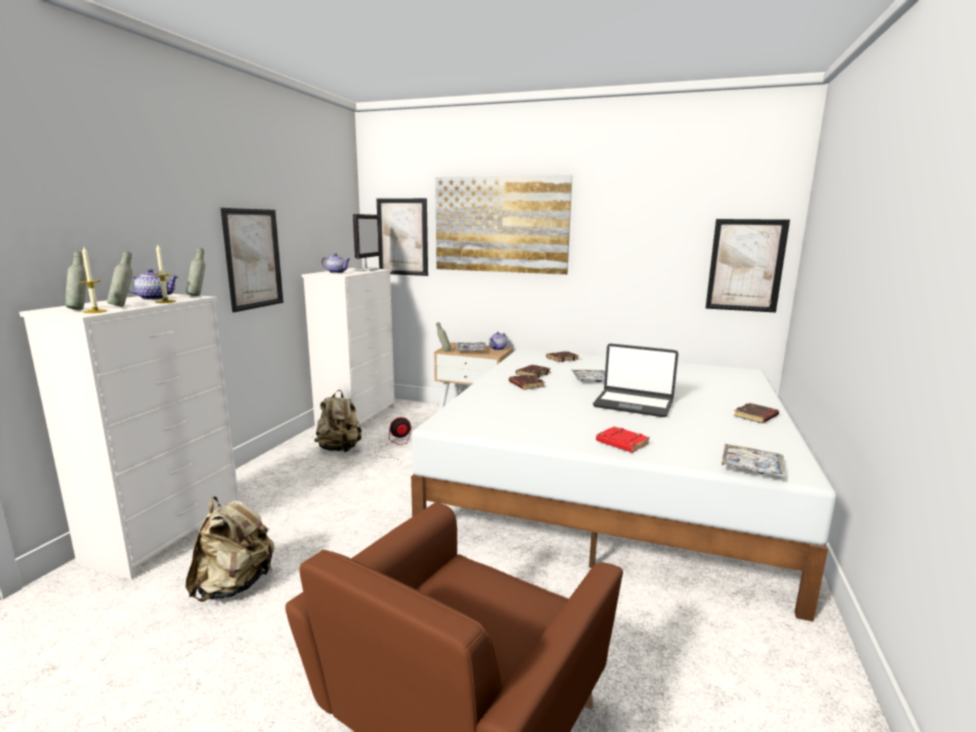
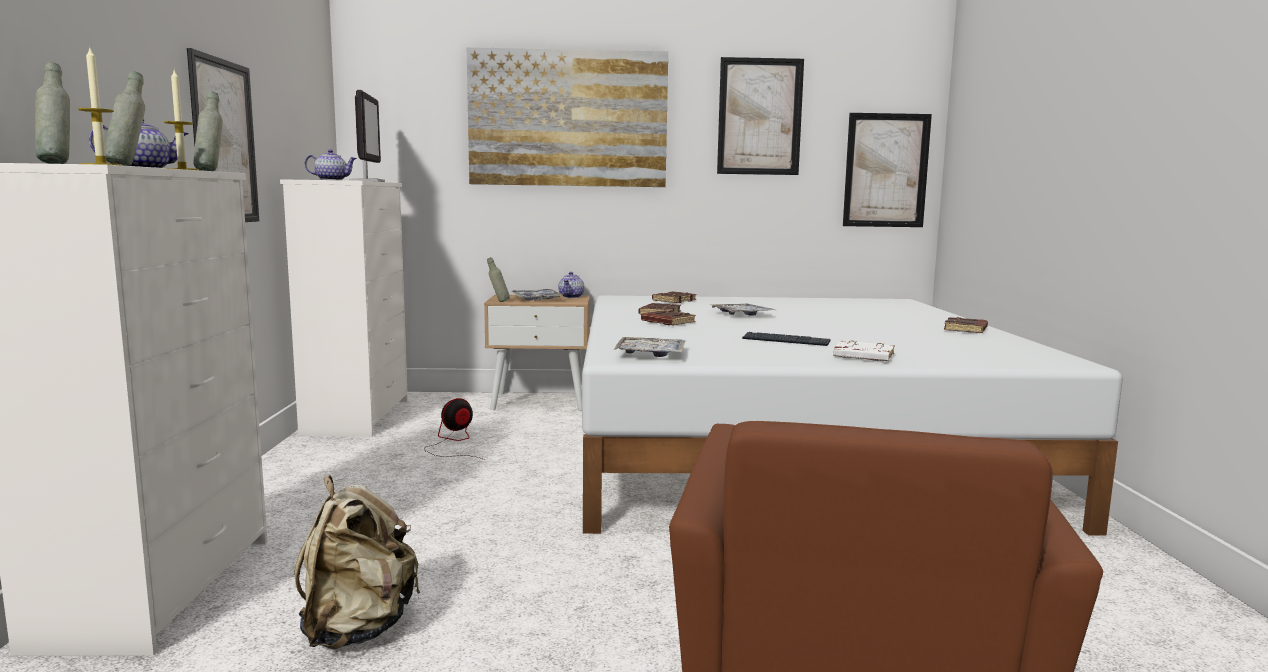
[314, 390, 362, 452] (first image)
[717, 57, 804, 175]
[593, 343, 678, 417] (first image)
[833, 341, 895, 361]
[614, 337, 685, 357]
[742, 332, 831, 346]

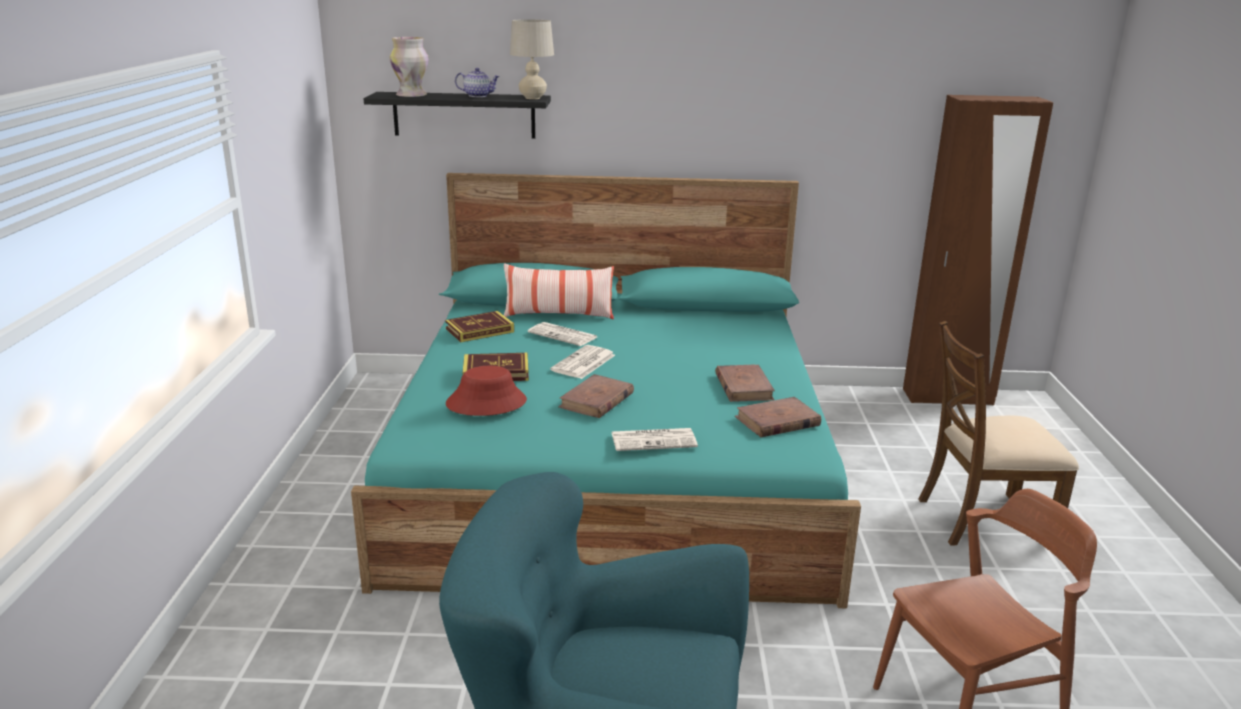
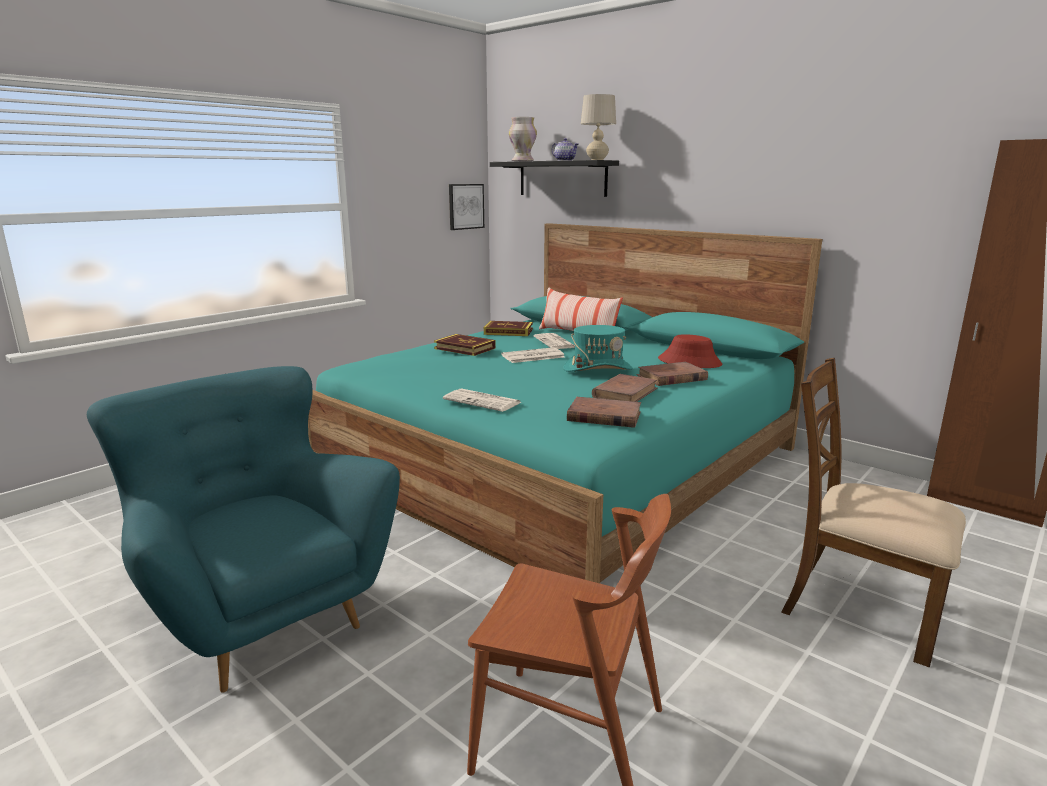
[658, 334, 722, 368]
[636, 362, 708, 386]
[449, 184, 484, 230]
[563, 325, 633, 372]

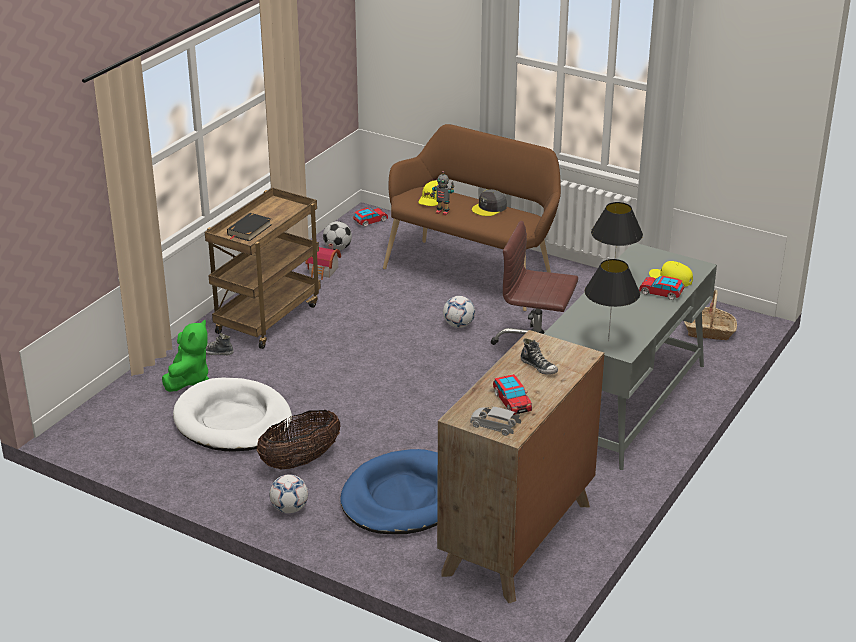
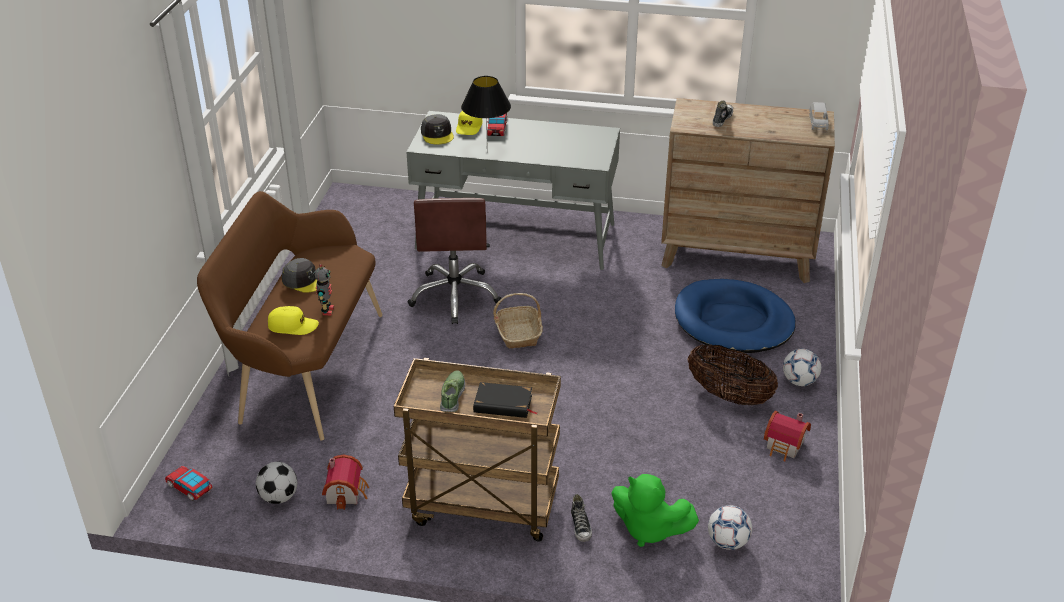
[611, 474, 699, 547]
[173, 378, 292, 452] (first image)
[708, 505, 752, 550]
[493, 374, 532, 415] (first image)
[585, 259, 640, 341] (first image)
[493, 293, 543, 348]
[421, 114, 454, 144]
[440, 371, 465, 412]
[764, 411, 811, 461]

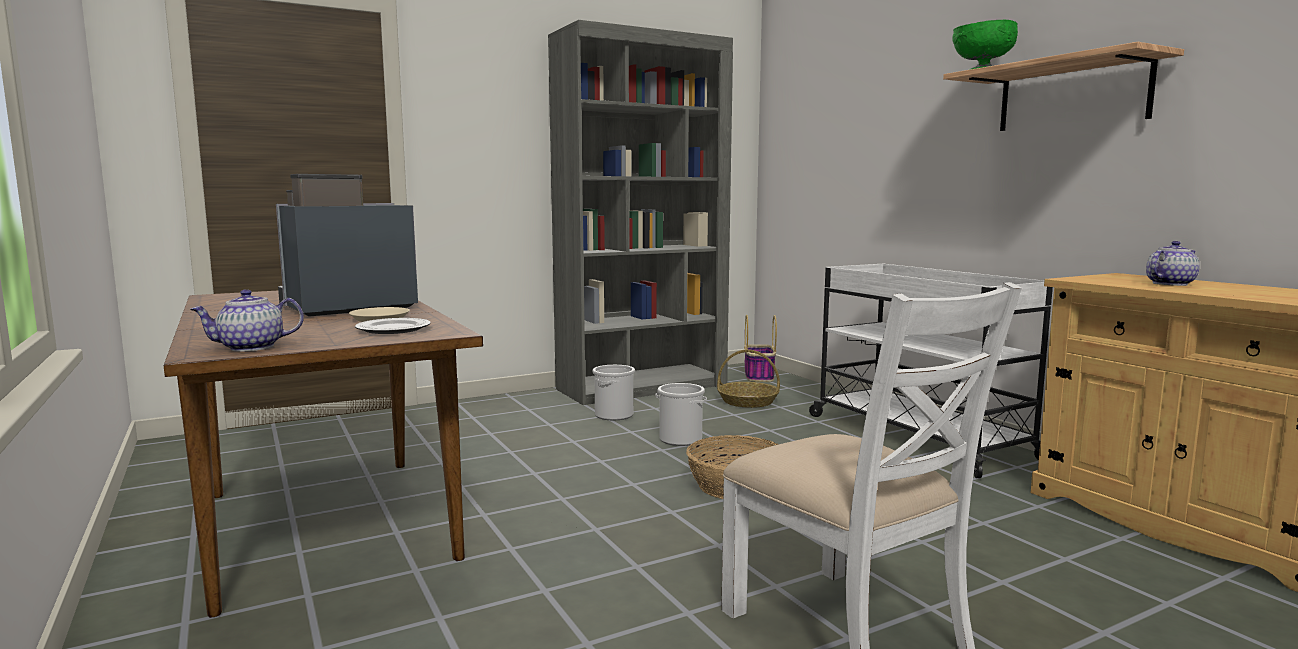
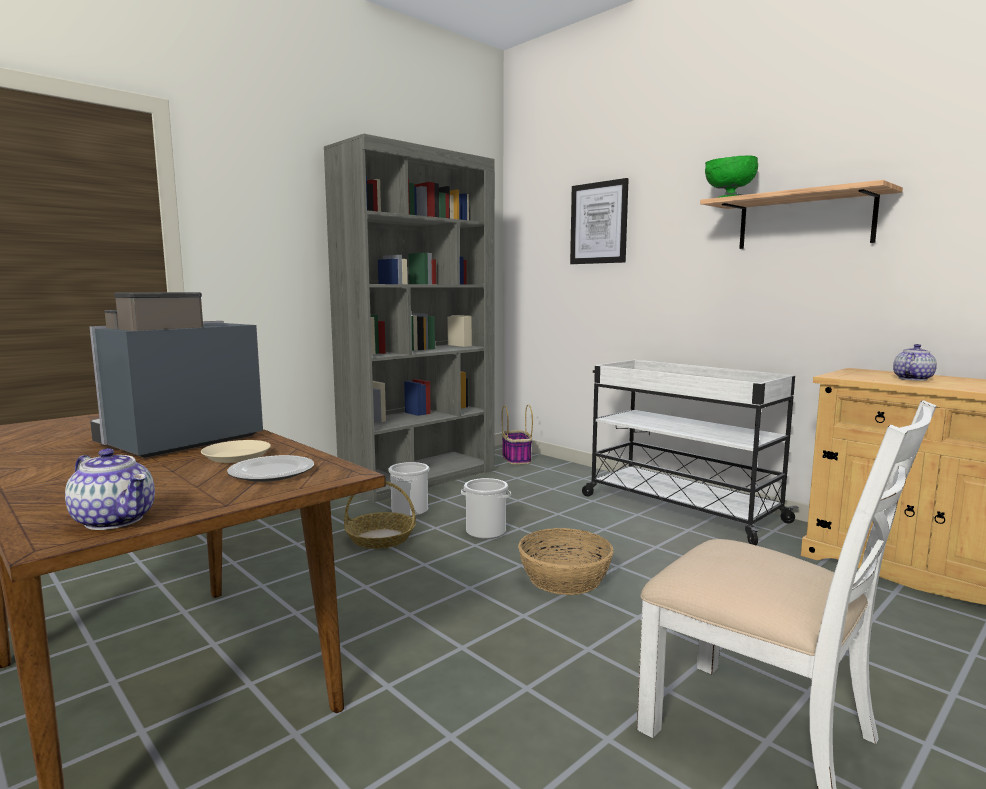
[65, 448, 155, 530]
[344, 481, 416, 549]
[570, 178, 629, 264]

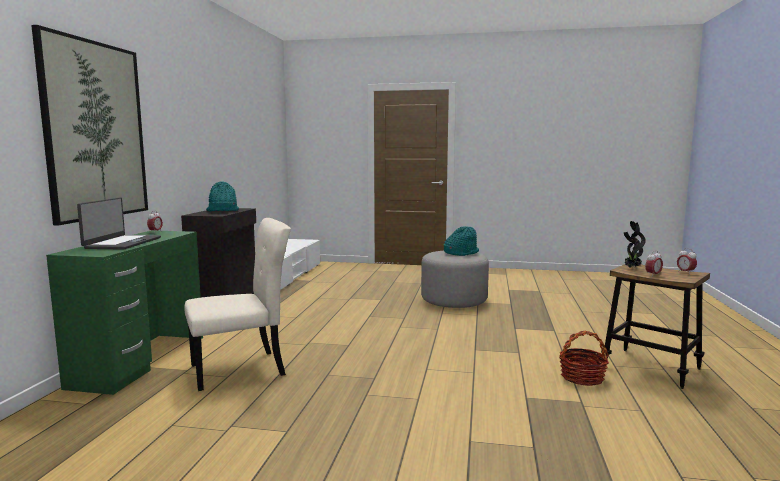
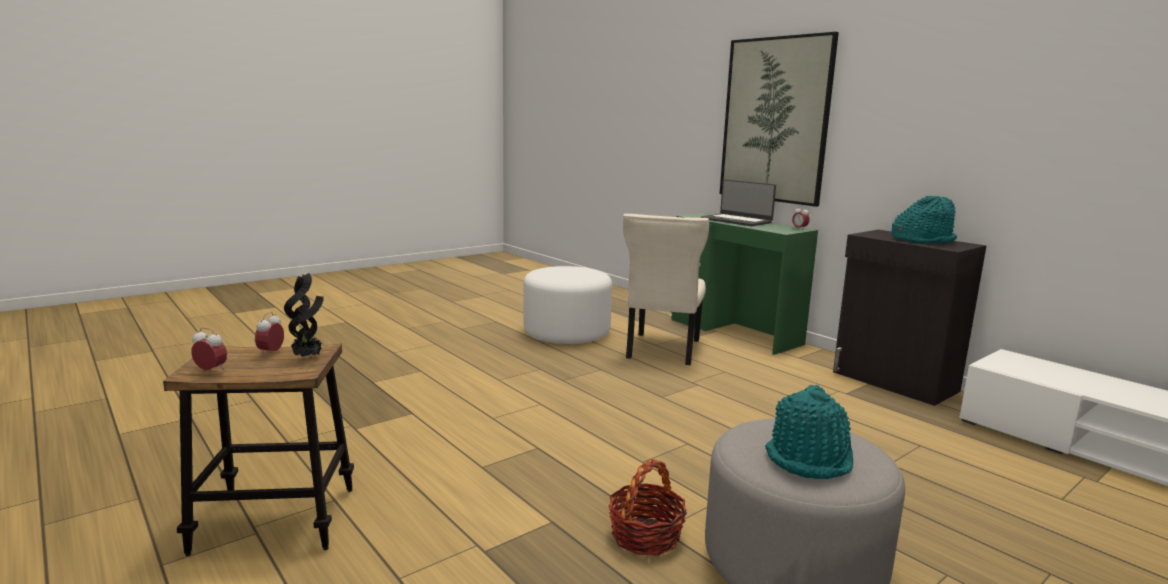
[608, 459, 687, 556]
[523, 266, 612, 344]

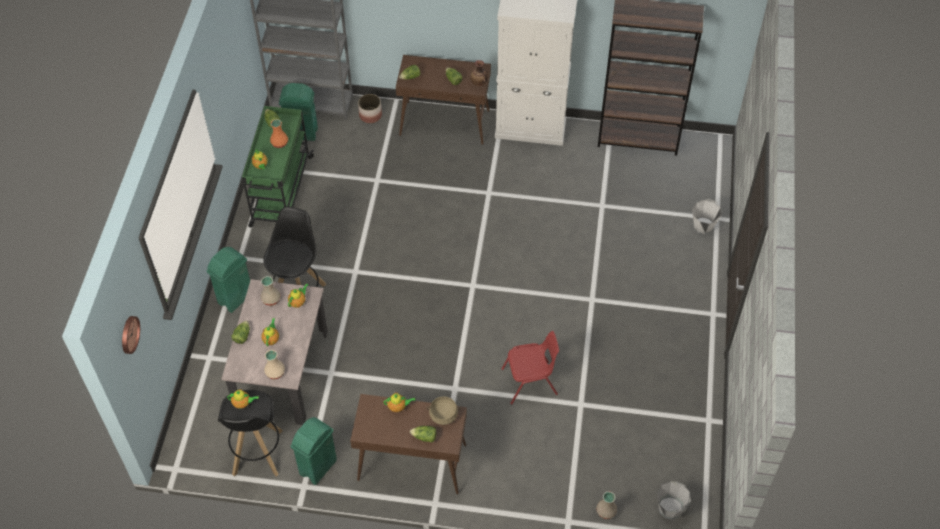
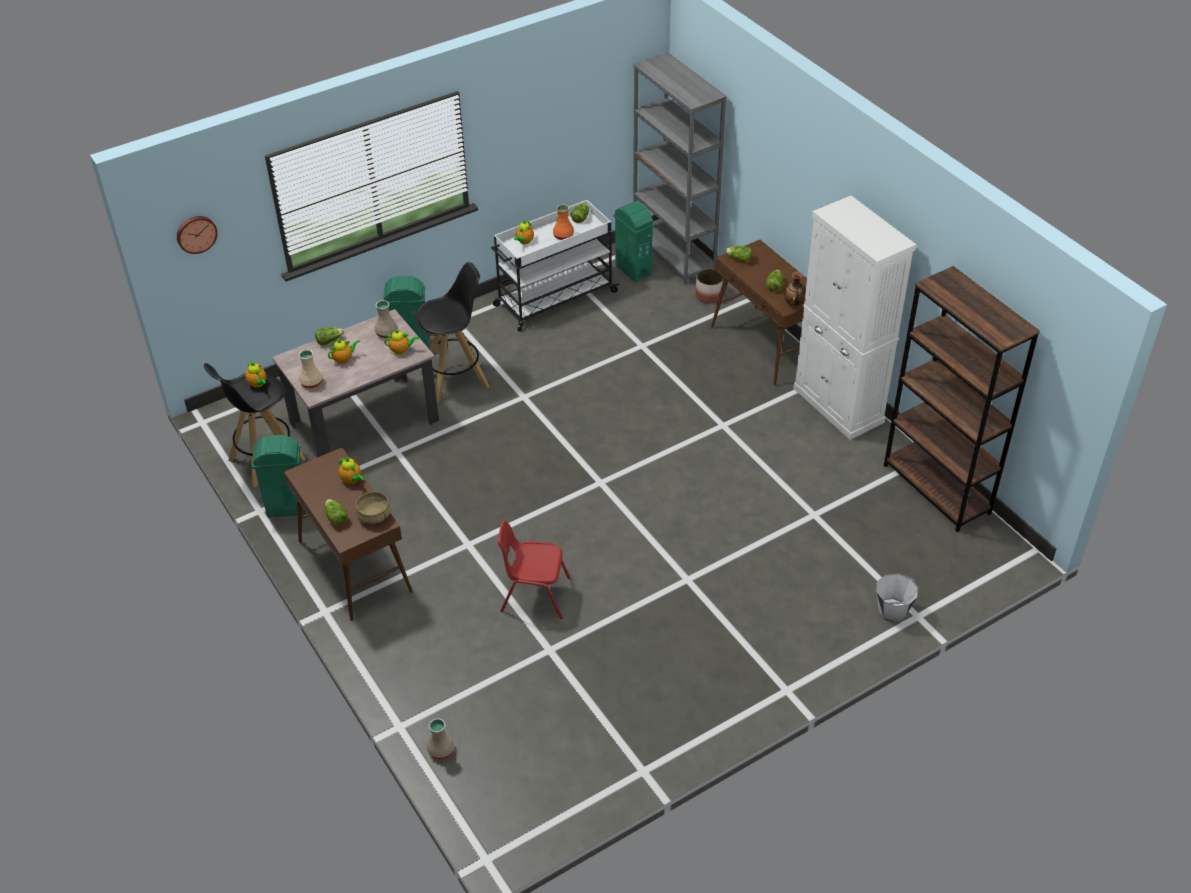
[491, 200, 619, 332]
[498, 520, 570, 619]
[657, 481, 691, 520] (first image)

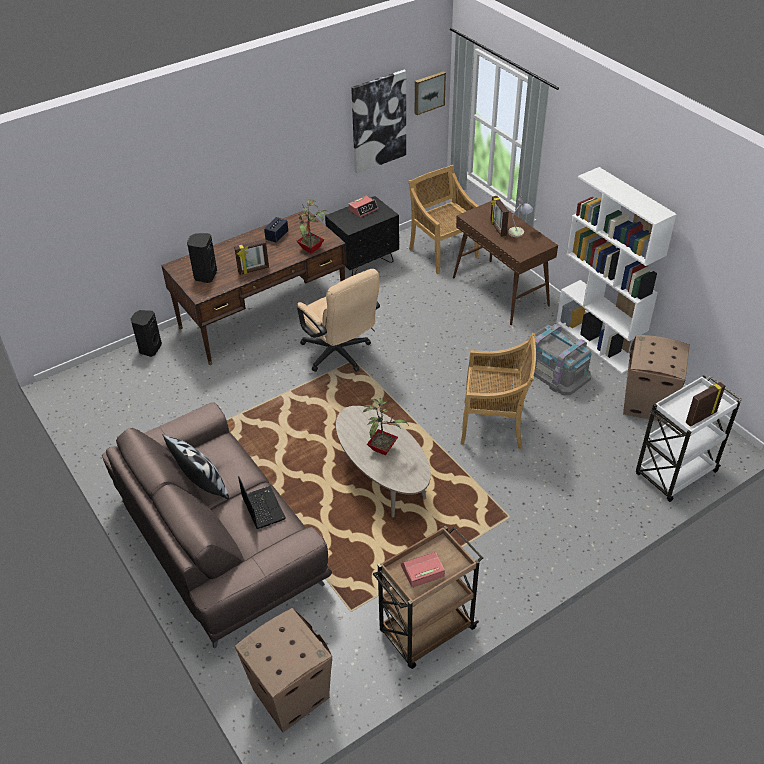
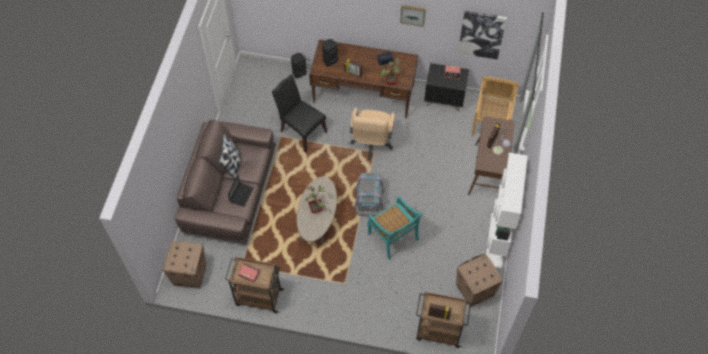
[400, 5, 426, 27]
[368, 196, 423, 260]
[355, 173, 384, 217]
[416, 292, 471, 348]
[272, 75, 327, 153]

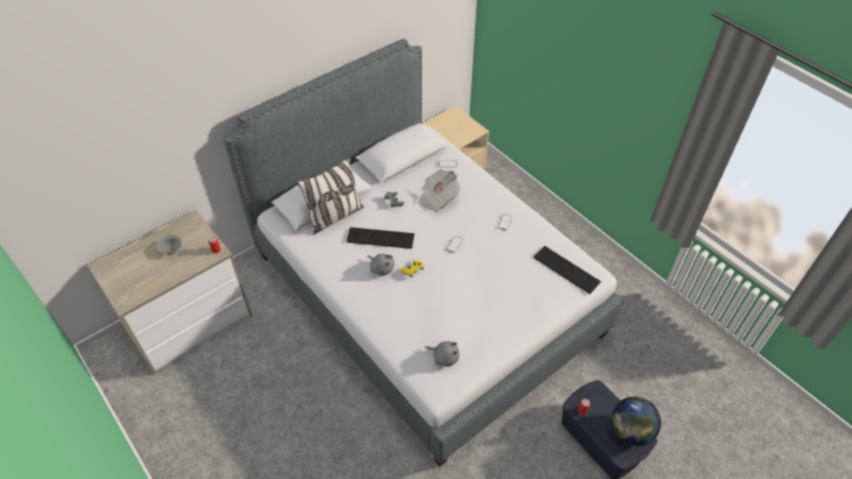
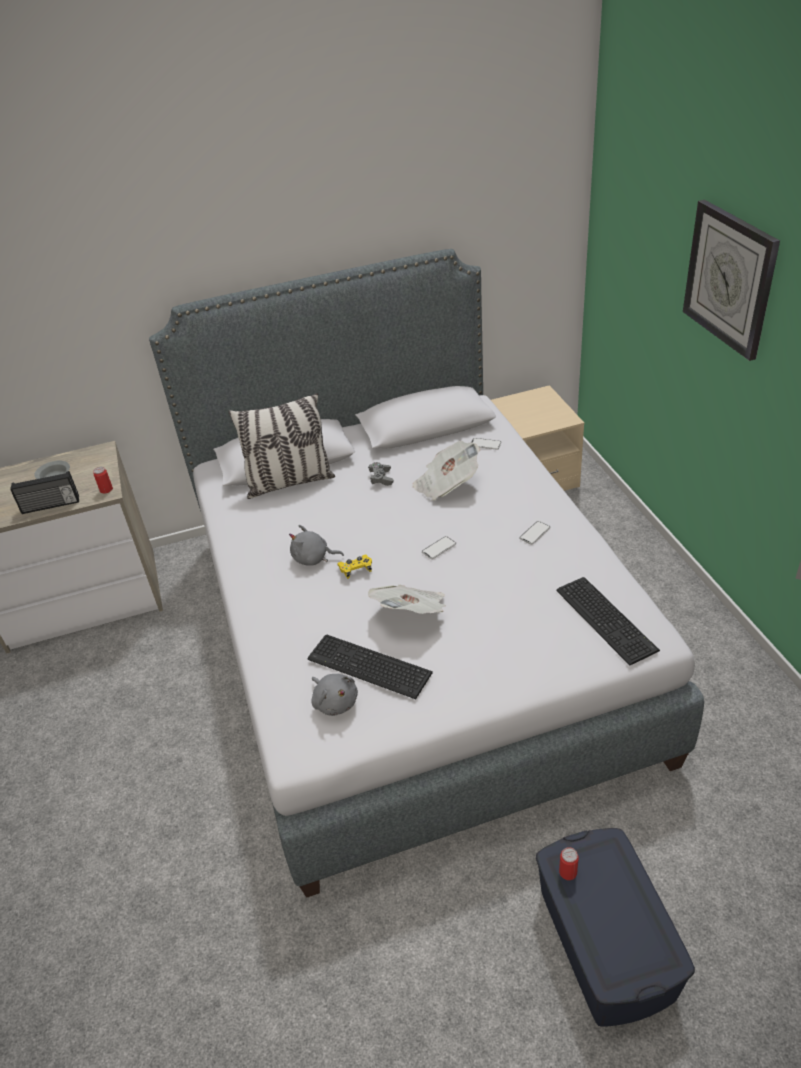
[308, 634, 433, 699]
[289, 525, 344, 566]
[611, 396, 661, 446] (first image)
[10, 471, 79, 514]
[368, 585, 446, 614]
[683, 200, 780, 361]

